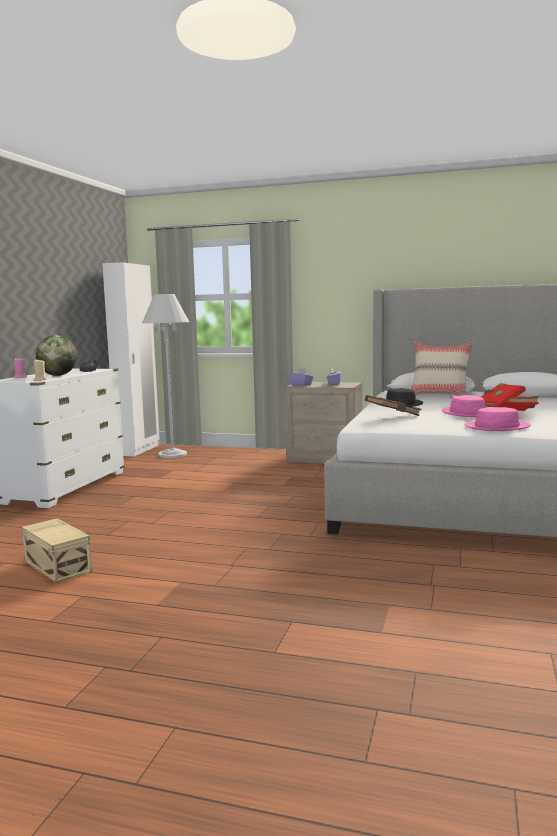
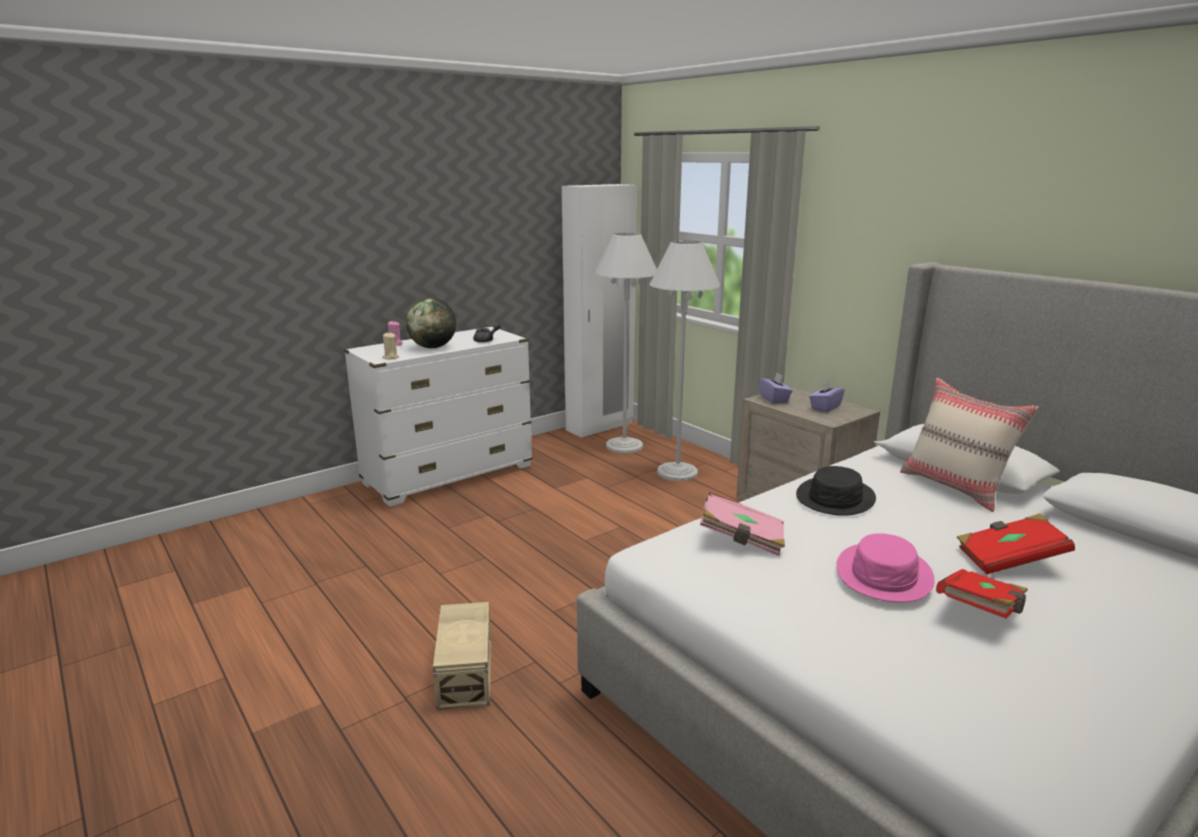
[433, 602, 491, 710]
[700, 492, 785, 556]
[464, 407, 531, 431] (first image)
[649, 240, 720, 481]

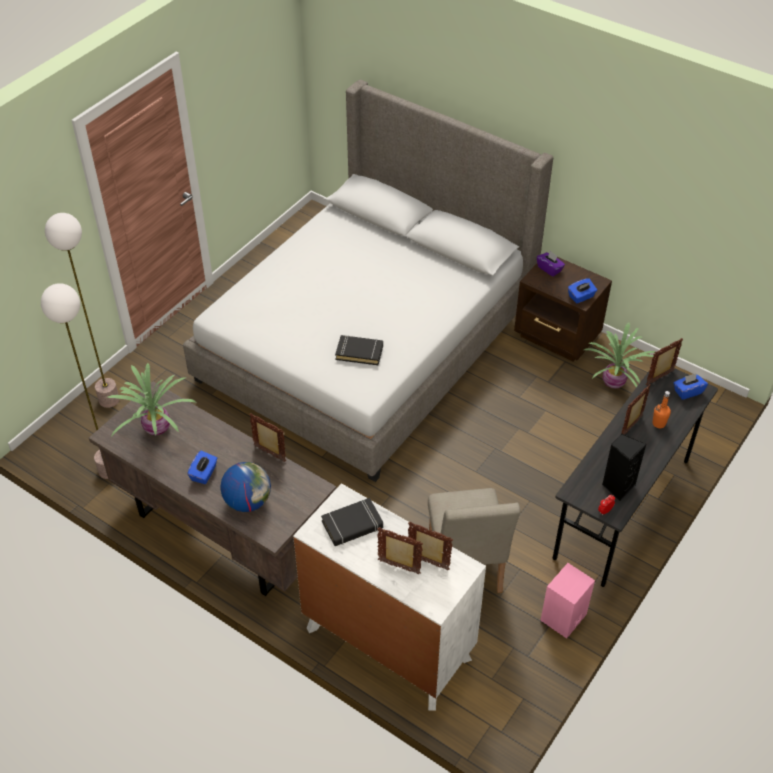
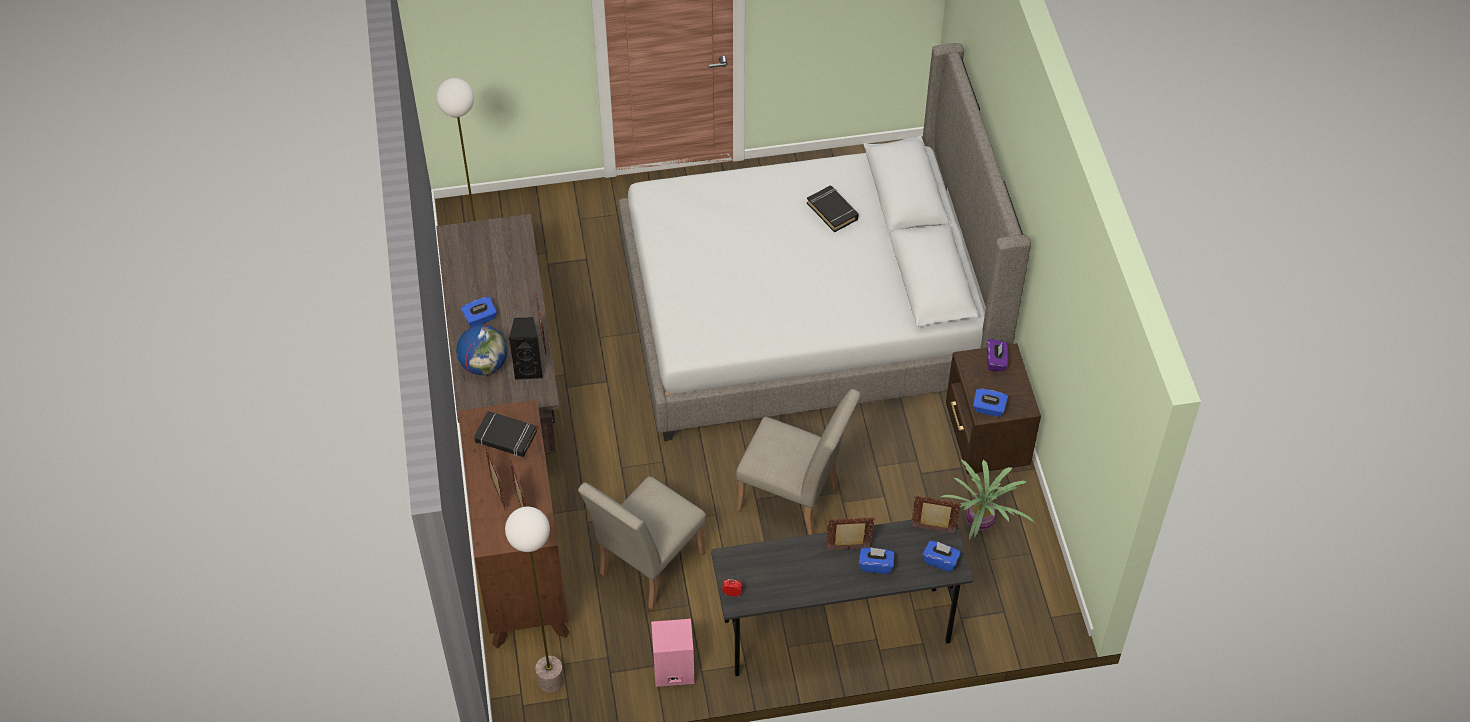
[505, 506, 564, 693]
[106, 363, 196, 435] (first image)
[458, 400, 569, 649]
[807, 185, 859, 232]
[509, 317, 543, 380]
[859, 547, 894, 574]
[736, 389, 861, 535]

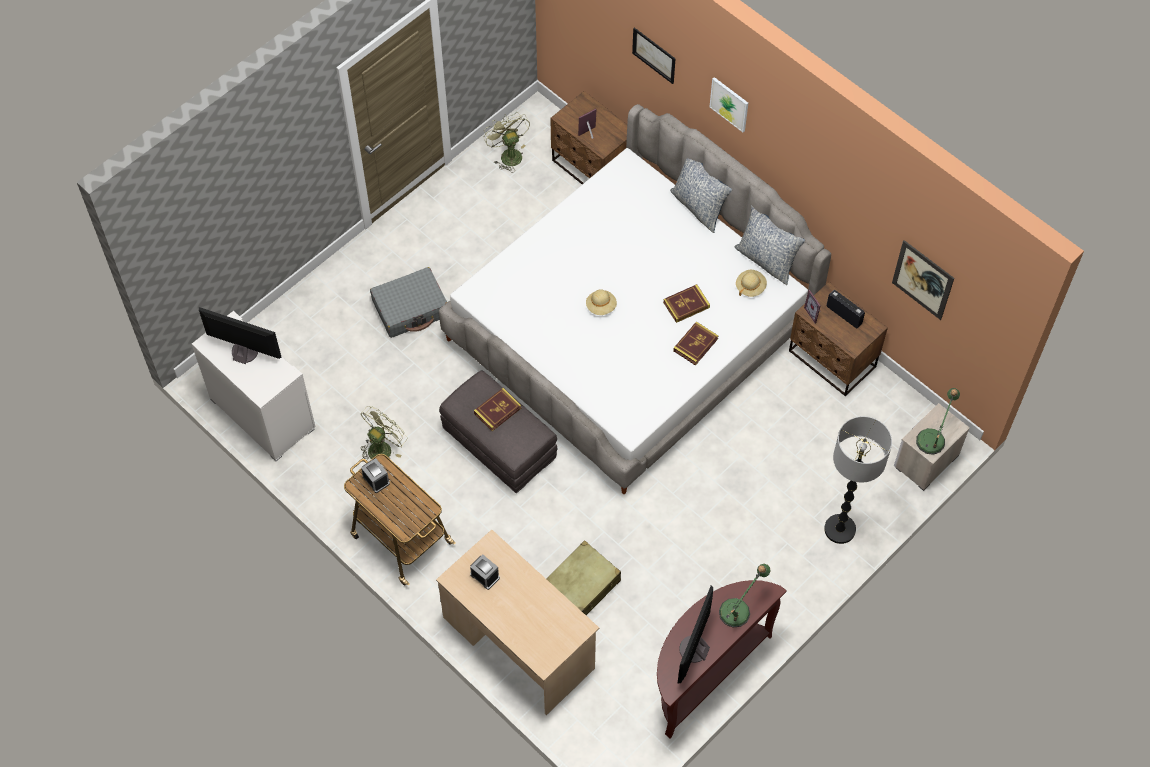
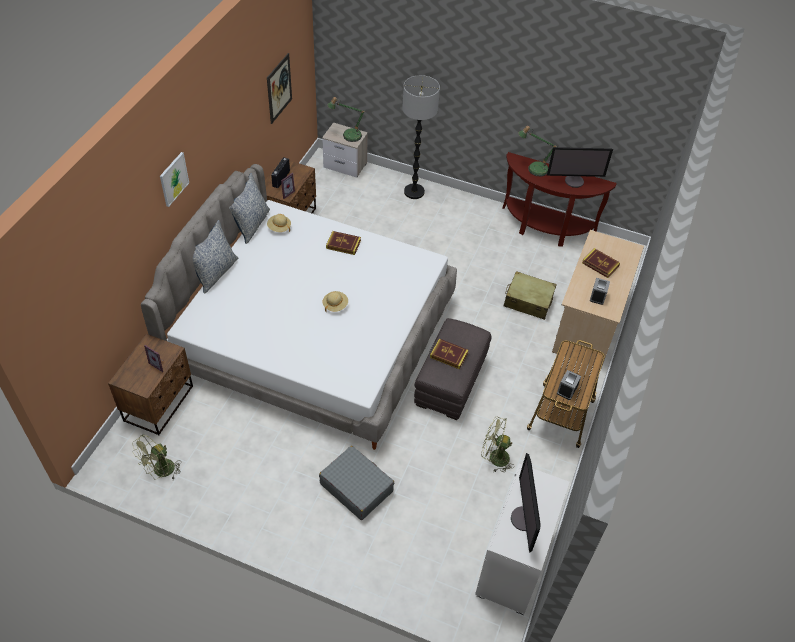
[632, 27, 676, 84] (first image)
[582, 248, 620, 278]

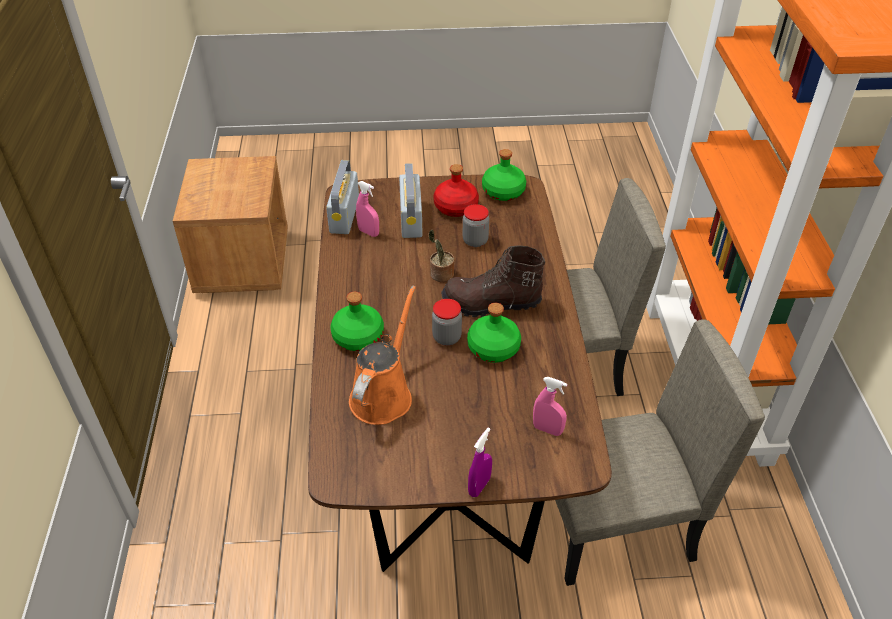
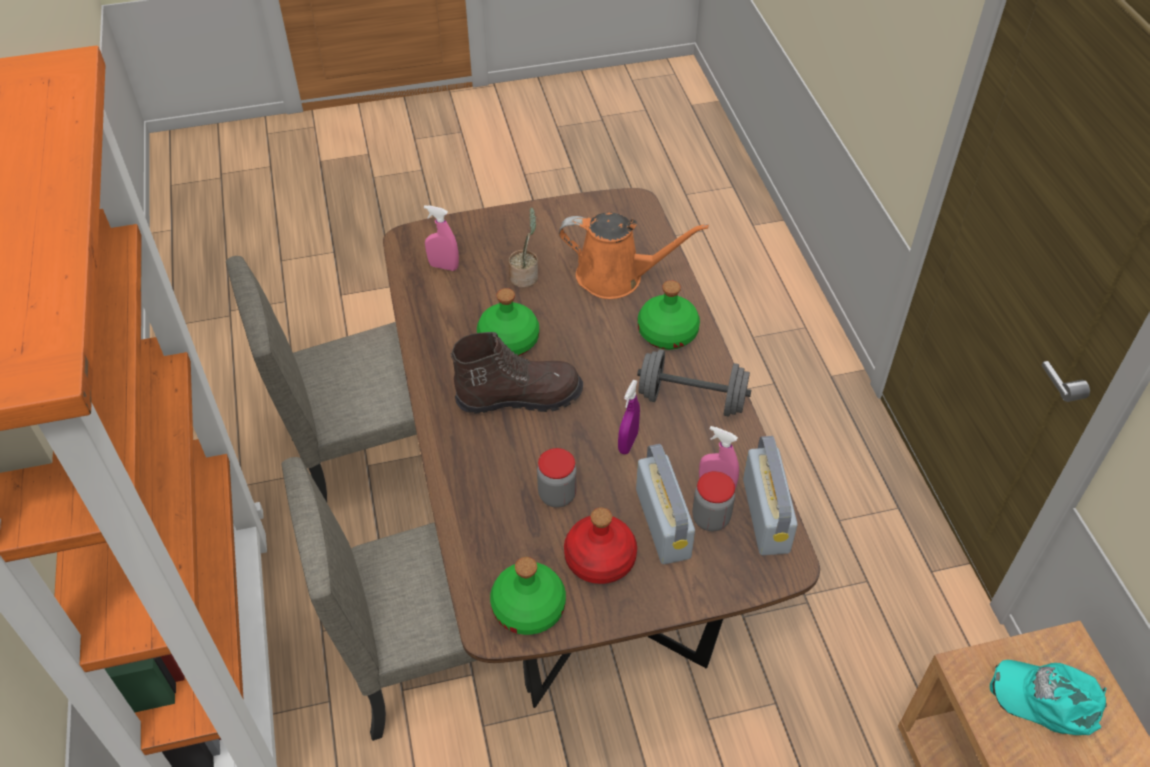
[559, 212, 709, 299]
[508, 207, 538, 288]
[692, 471, 735, 531]
[618, 380, 640, 454]
[637, 349, 751, 417]
[990, 660, 1107, 735]

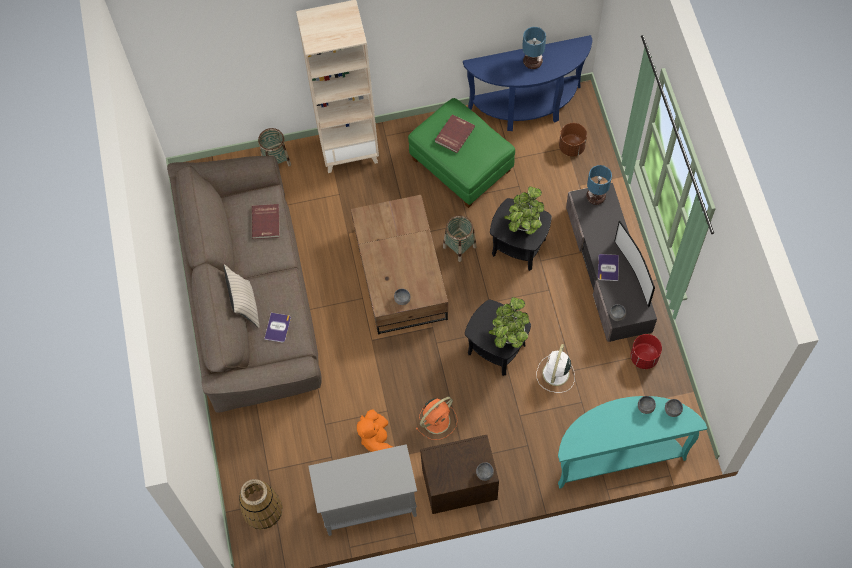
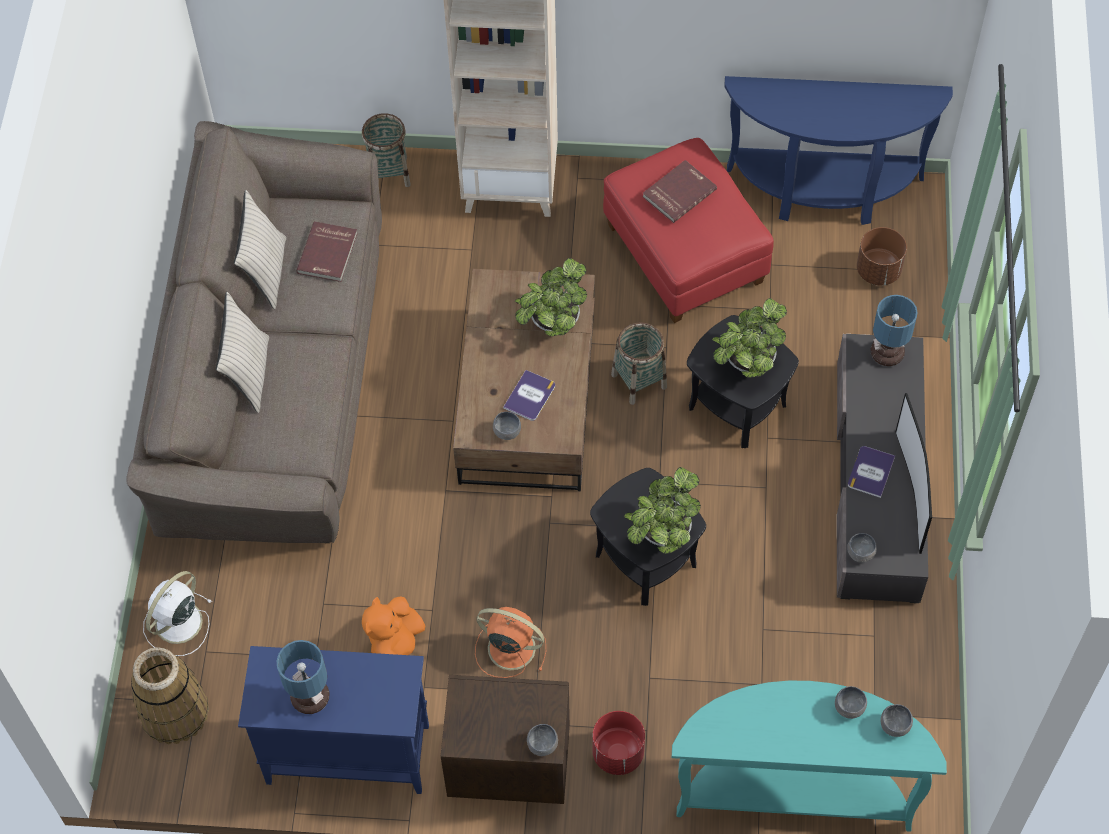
[503, 370, 555, 421]
[238, 646, 429, 794]
[603, 138, 774, 323]
[475, 607, 546, 678]
[277, 640, 330, 714]
[143, 571, 211, 656]
[593, 711, 645, 775]
[234, 190, 286, 309]
[515, 258, 587, 336]

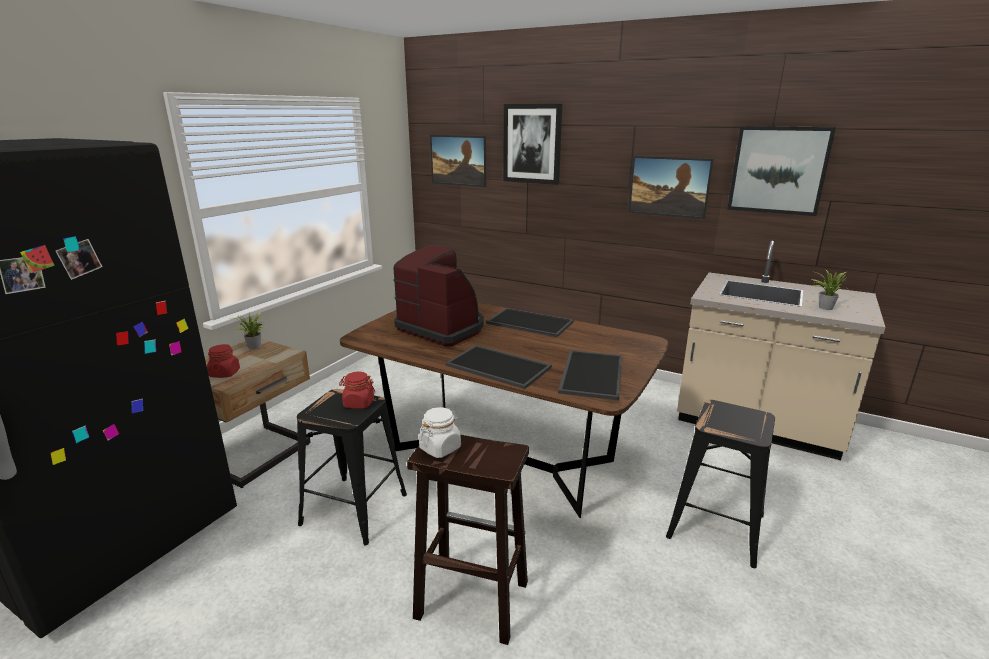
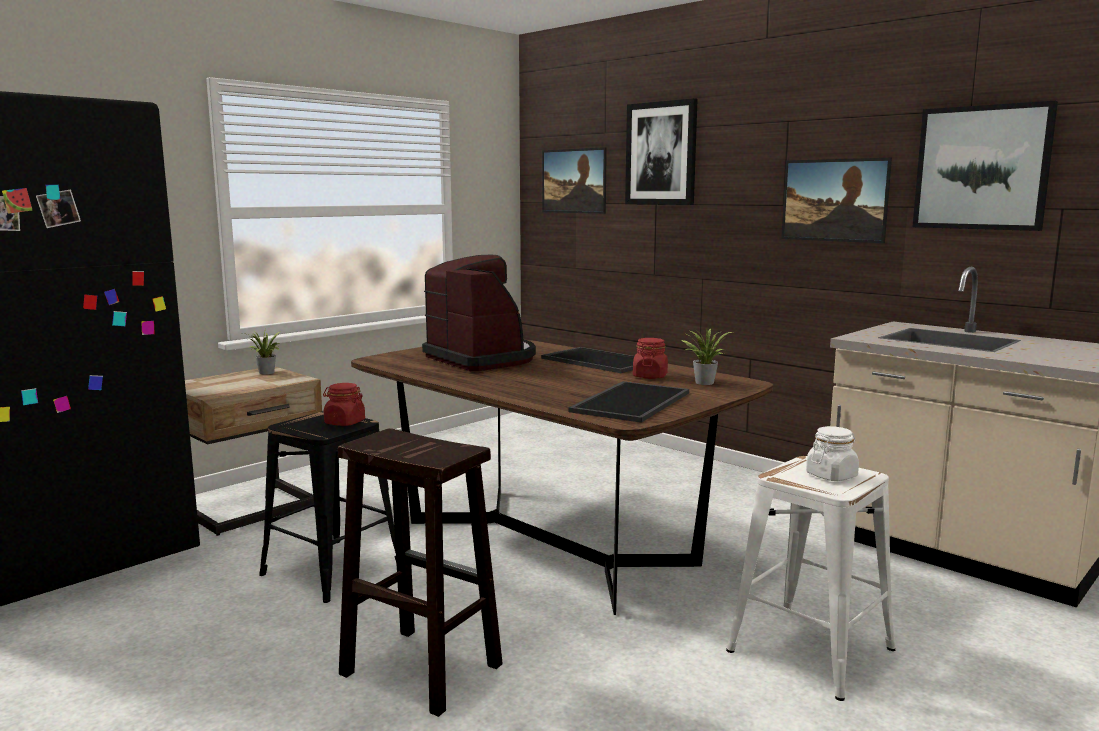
[633, 338, 668, 379]
[806, 426, 859, 481]
[446, 345, 552, 389] (first image)
[726, 456, 895, 701]
[682, 328, 732, 385]

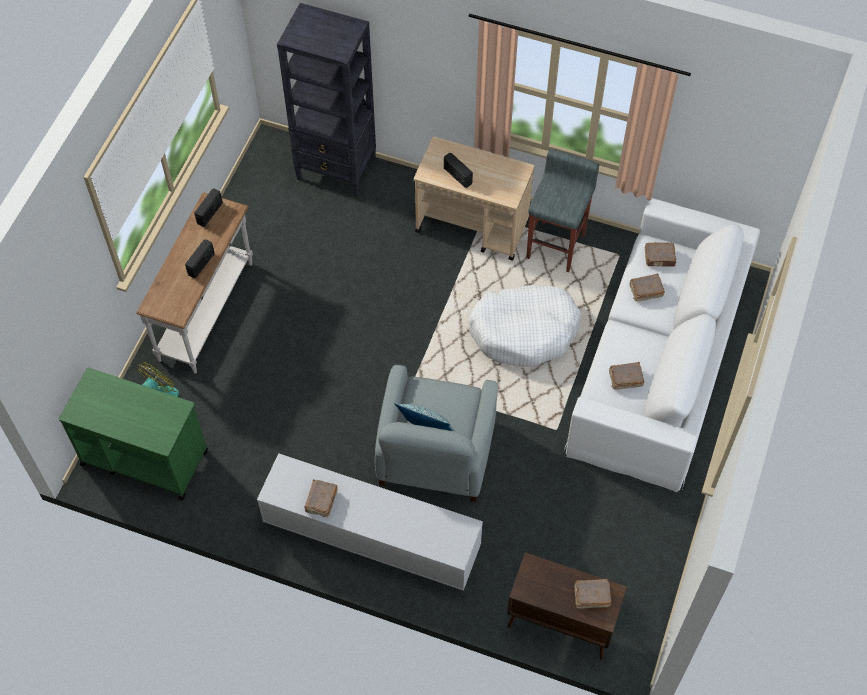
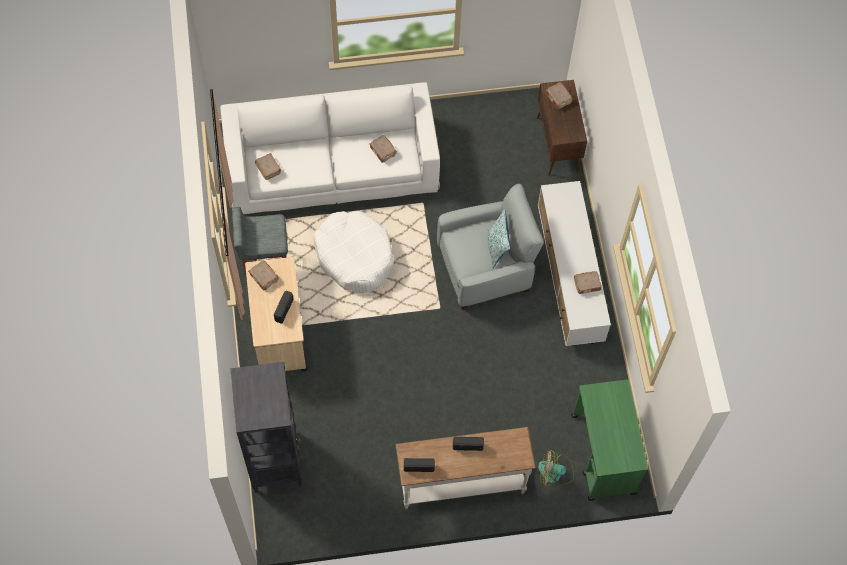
[248, 260, 279, 291]

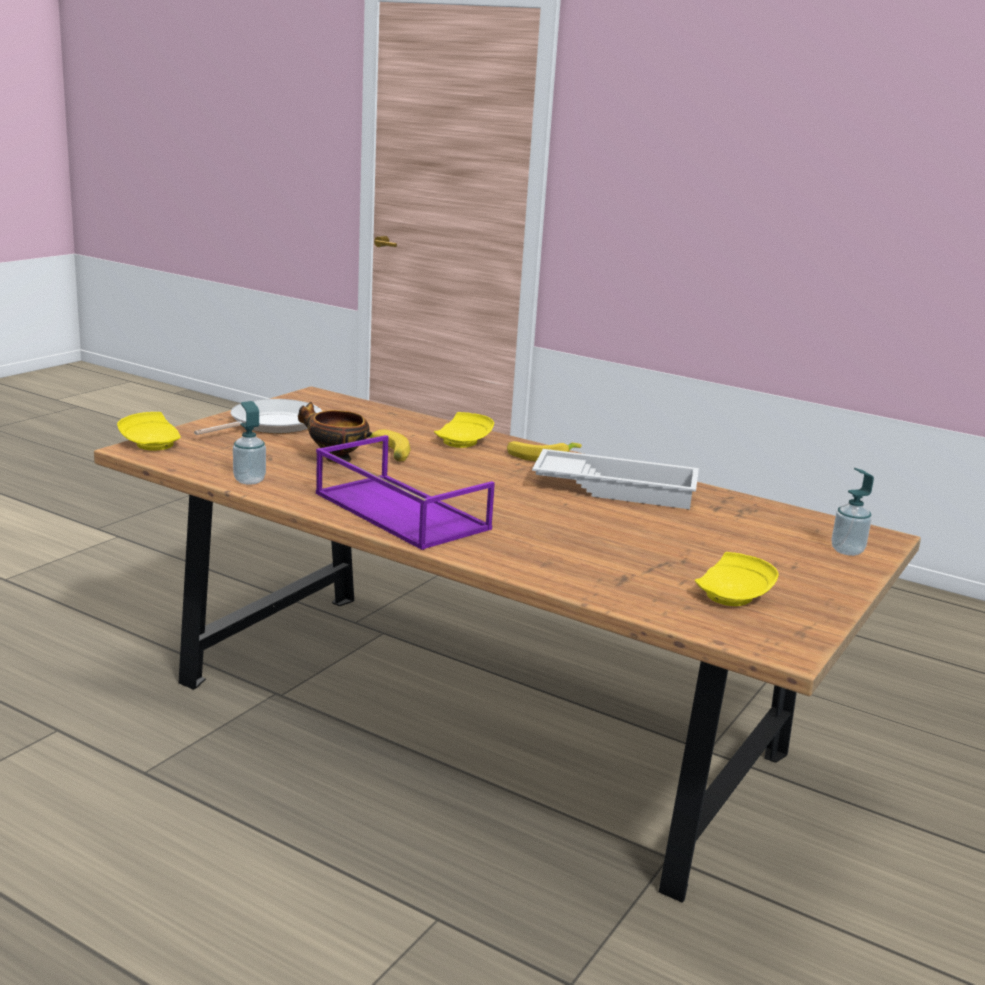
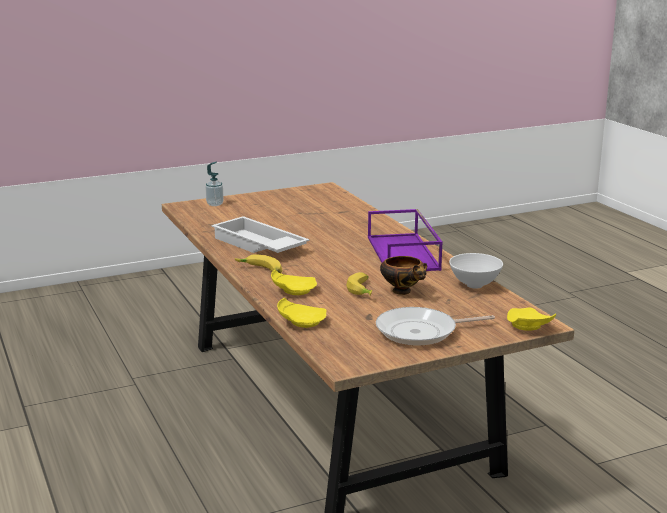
[449, 253, 503, 289]
[277, 298, 326, 328]

